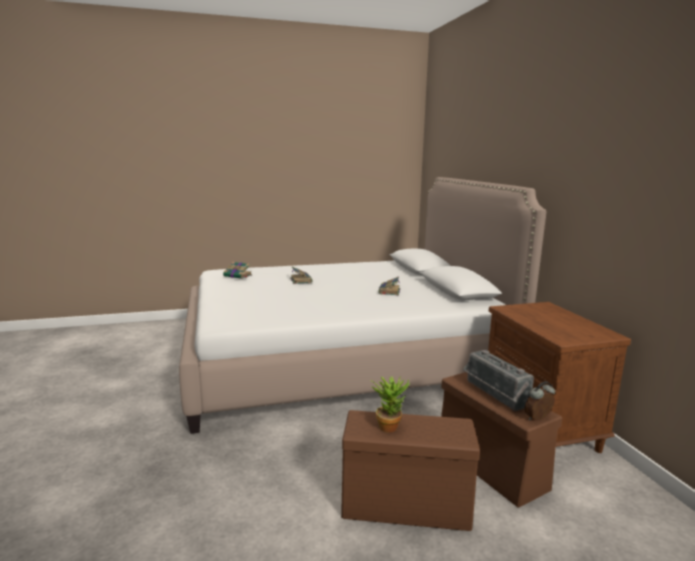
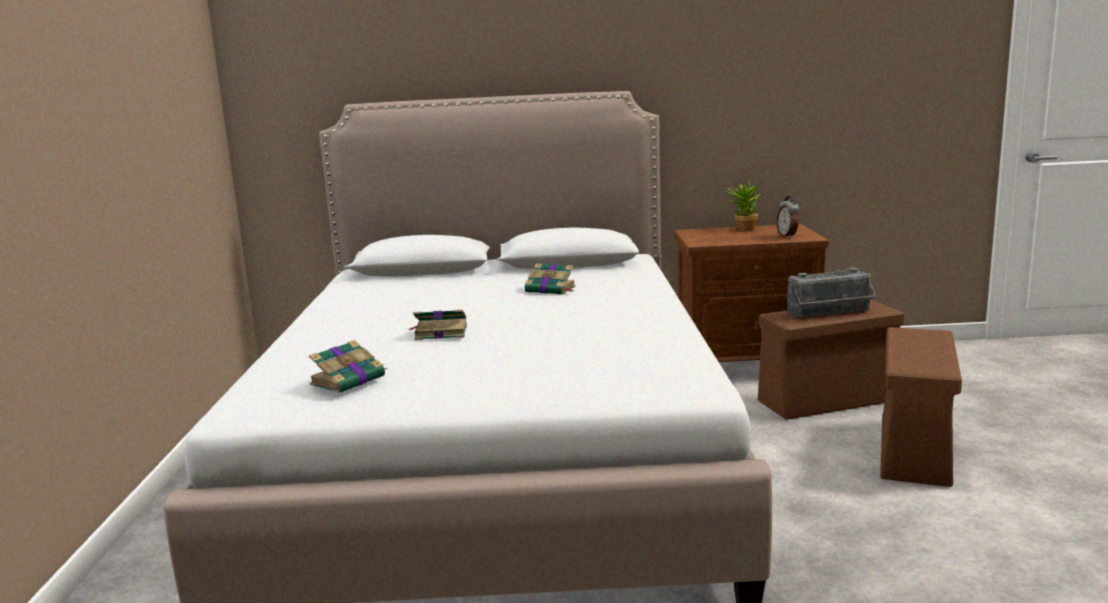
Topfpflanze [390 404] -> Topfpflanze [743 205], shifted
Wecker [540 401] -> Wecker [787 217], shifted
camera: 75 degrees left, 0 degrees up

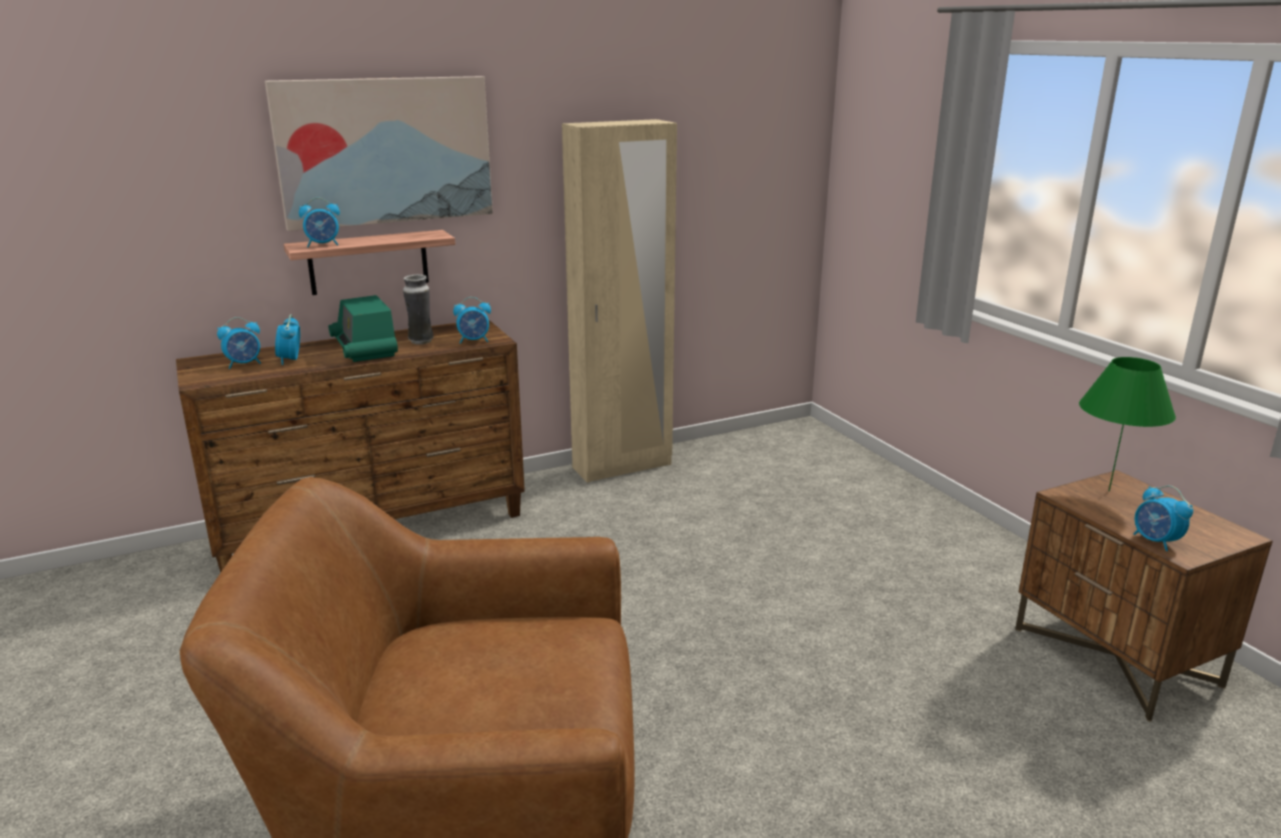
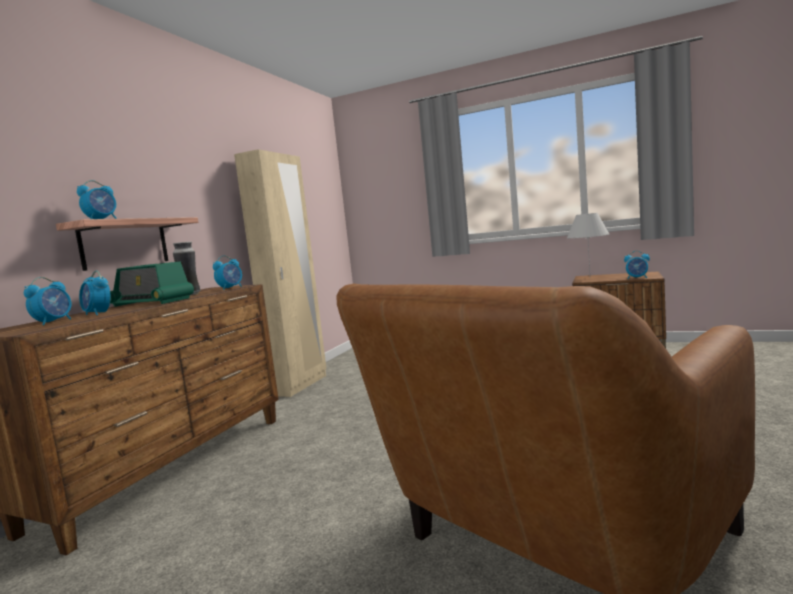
Bild [379 153] -> none
Tischlampe (grün) [1127 424] -> Tischlampe (weiß) [588 242]
camera: 40 degrees left, 15 degrees down

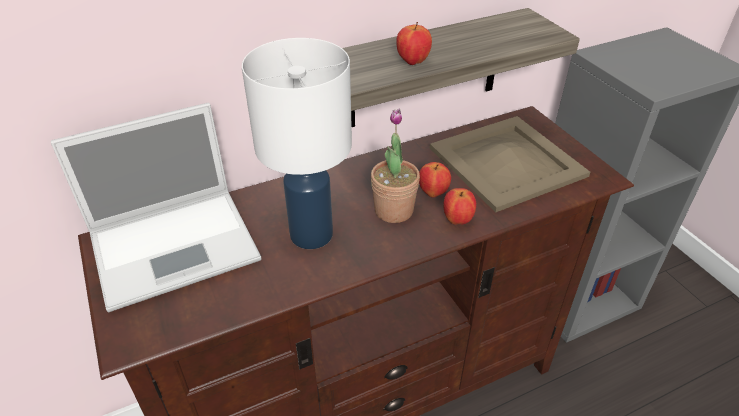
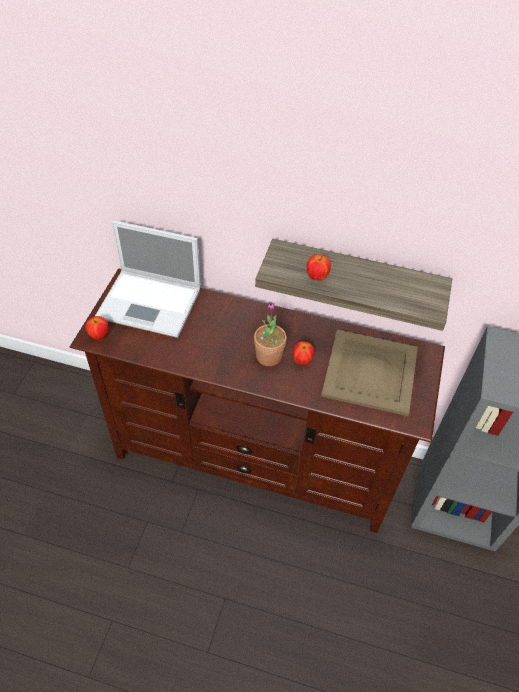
Tischlampe (weiß) [297 143] -> none
Apfel [459 206] -> Apfel [97 328], shifted
camera: 40 degrees right, 10 degrees up

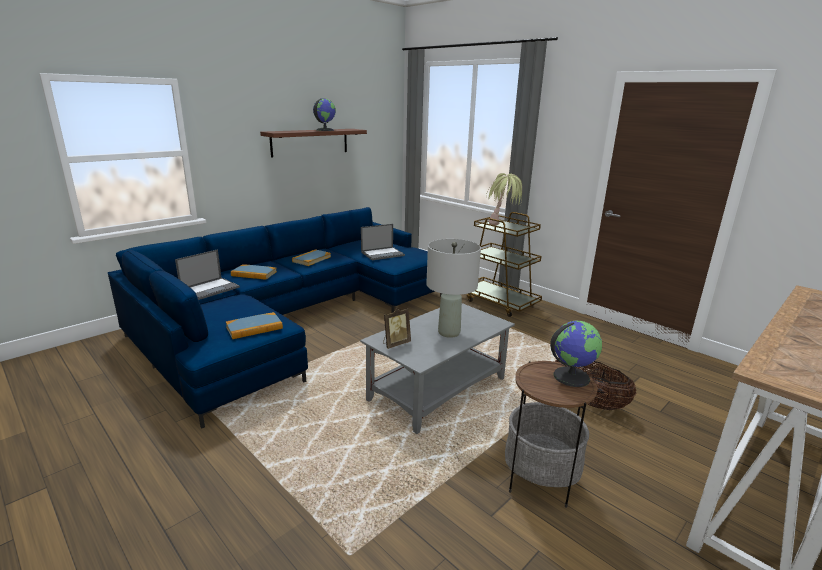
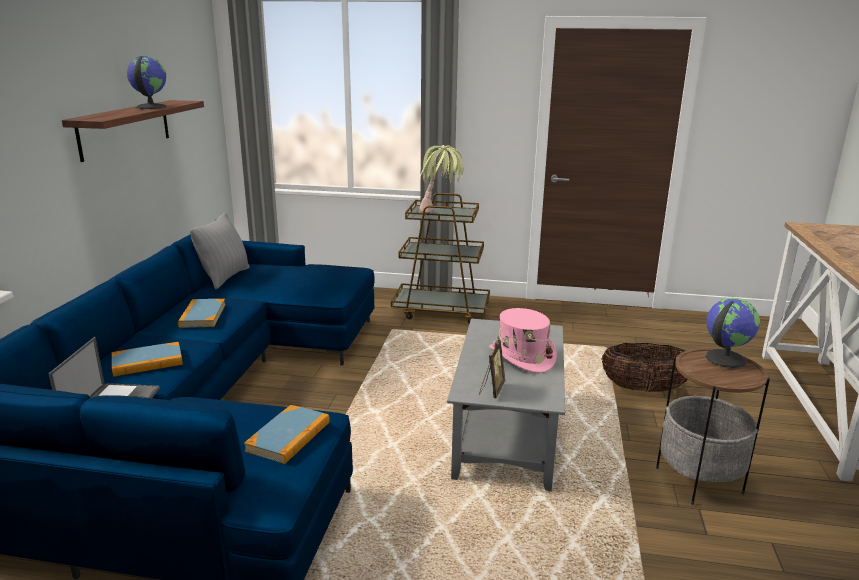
Laptop [383 242] -> none
Tischlampe (grau) [453 288] -> Hut (rosa) [523 340]
none -> Kissen (grau) [220 251]
camera: 35 degrees left, 0 degrees up

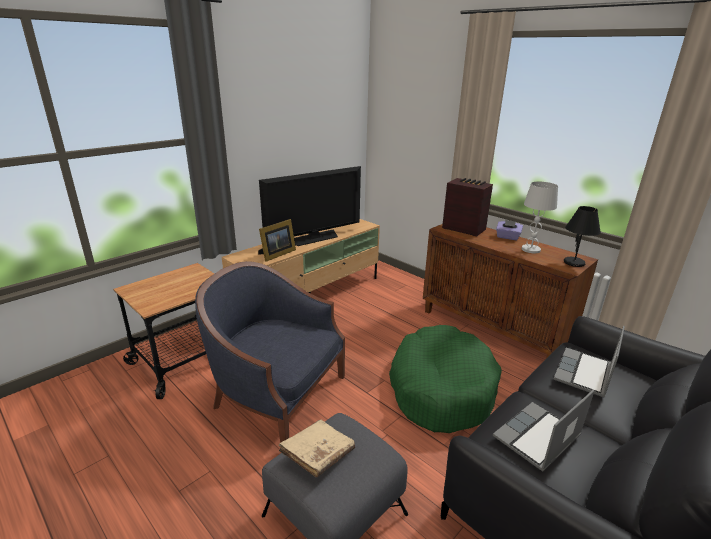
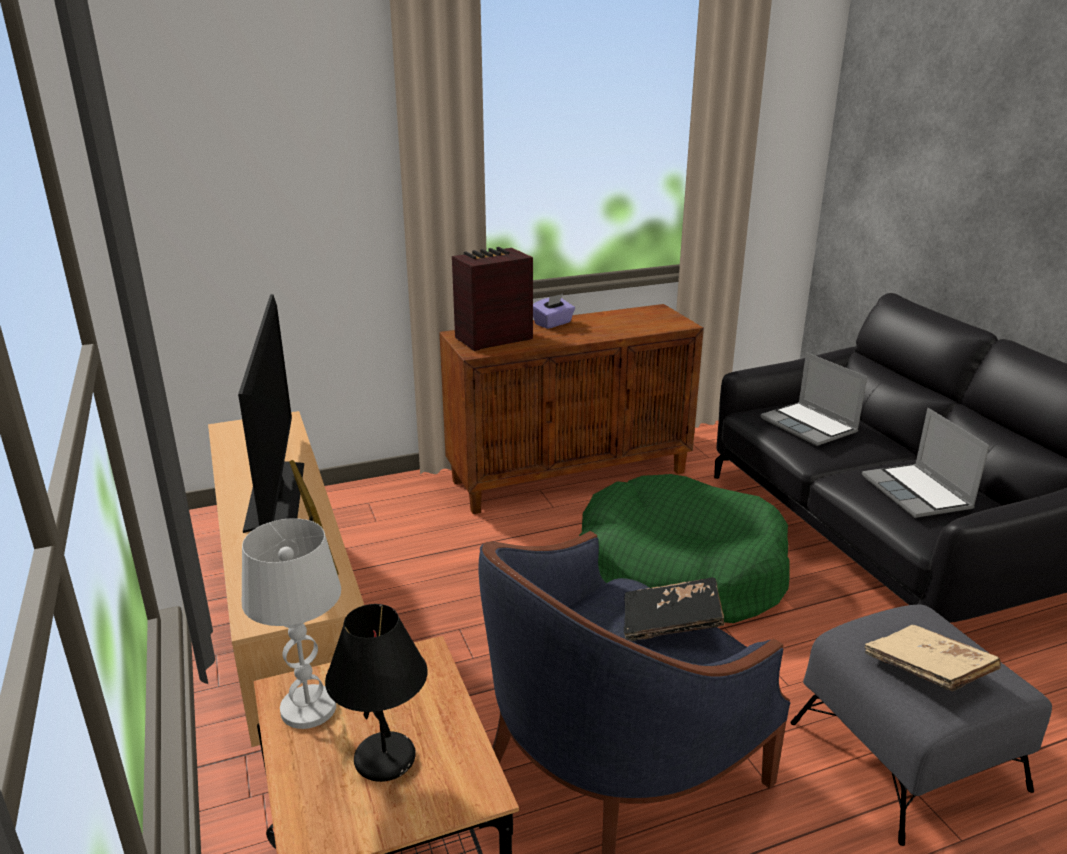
Tischlampe (weiß) [540 217] -> Tischlampe (weiß) [291 623], shifted
Tischlampe (schwarz) [582 236] -> Tischlampe (schwarz) [376 693], shifted
none -> Buch (schwarz) [674 609]
camera: 65 degrees left, 0 degrees up

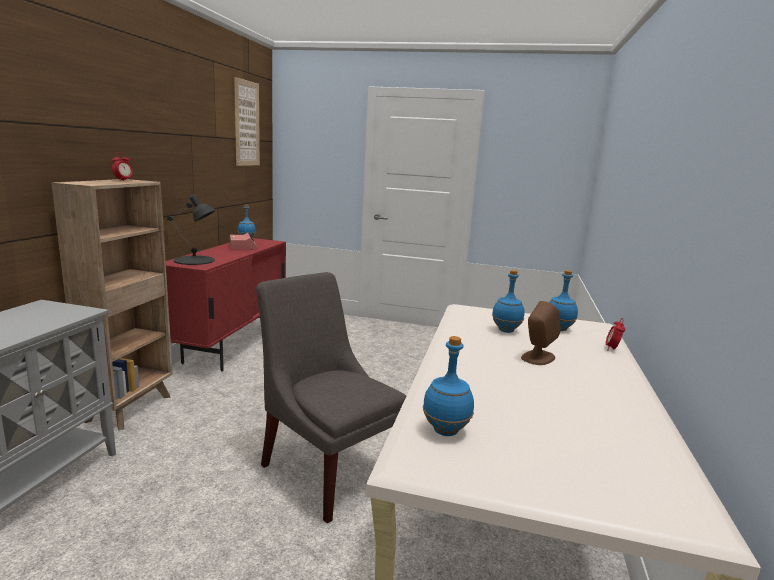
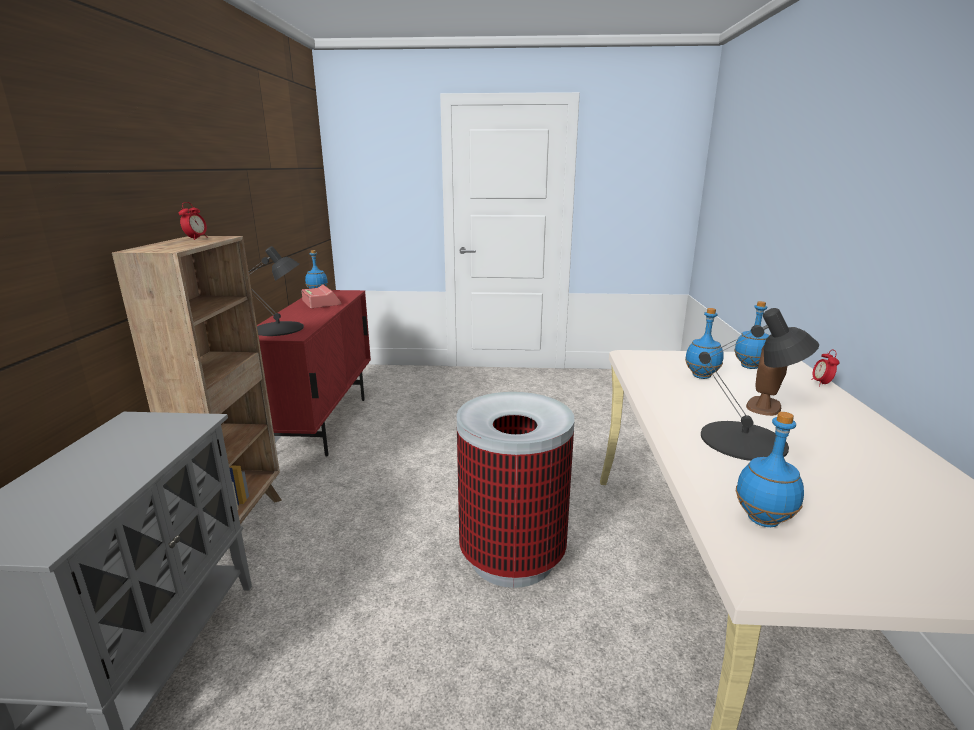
Bild [247 121] -> none
Stuhl (grau) [331 397] -> Mülleimer [516 490]
none -> Tischlampe (schwarz) [759 384]
camera: 10 degrees left, 5 degrees up

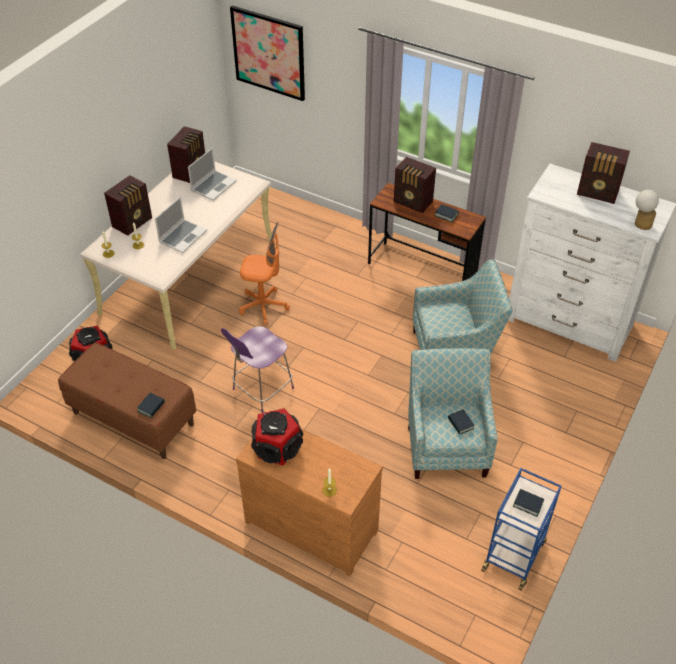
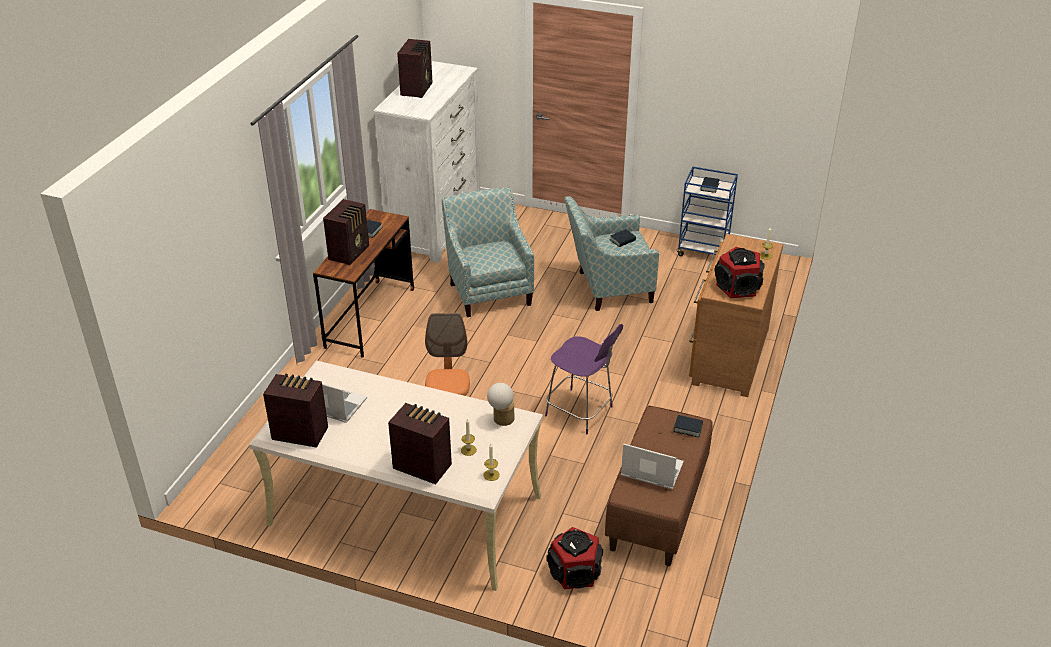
Bild [267 53] -> none
Tischlampe [647 210] -> Tischlampe [500 404], shifted
Laptop [181 225] -> Laptop [652 466], shifted
camera: 100 degrees left, 10 degrees down

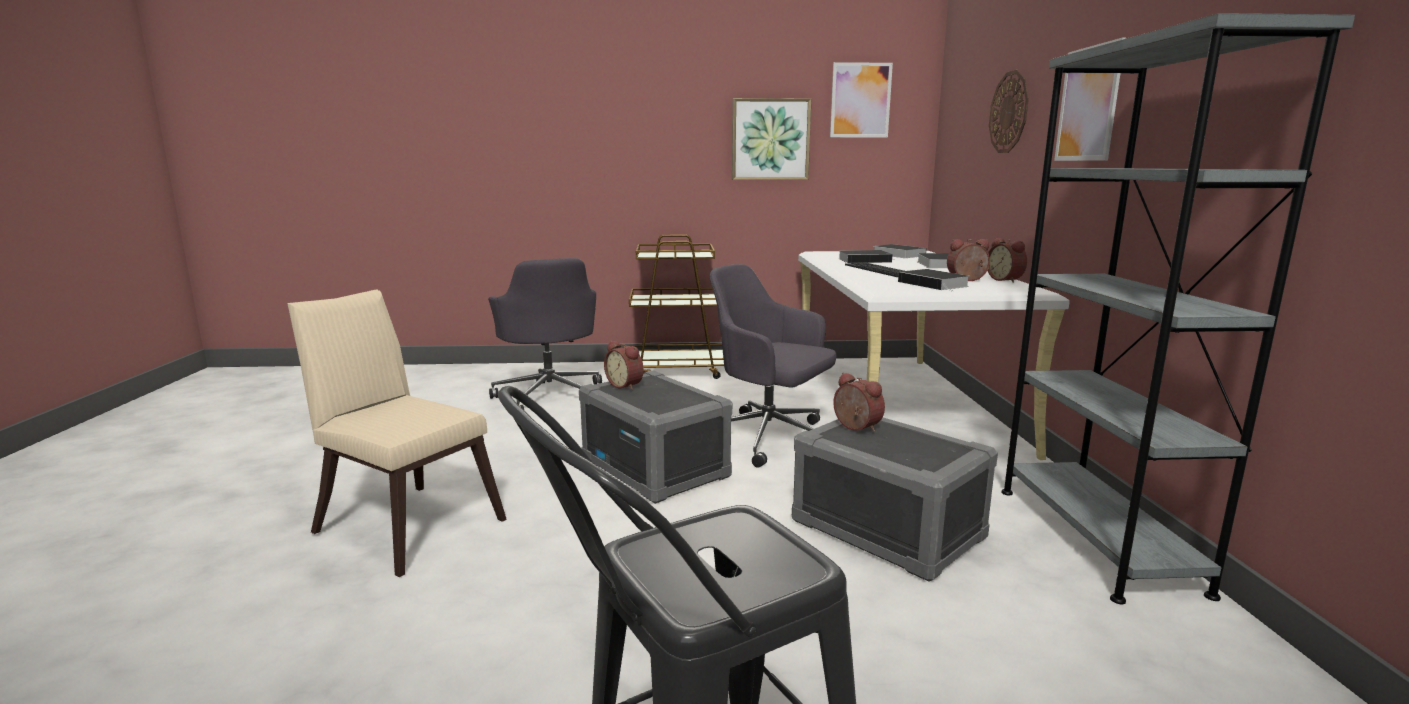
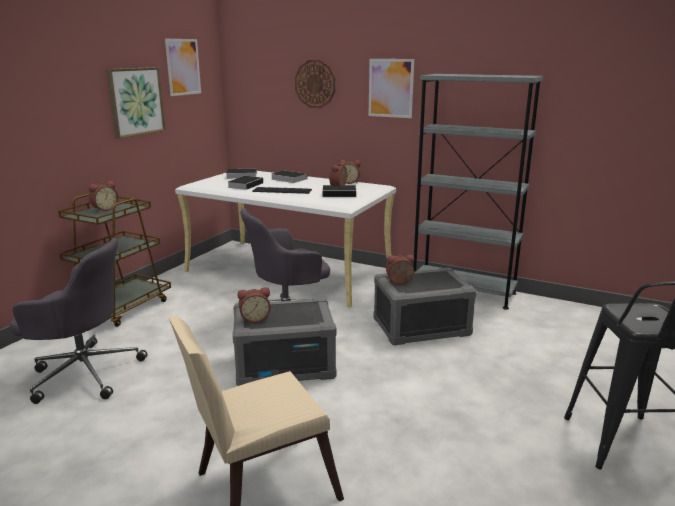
none -> Wecker [103 196]
camera: 60 degrees left, 5 degrees up

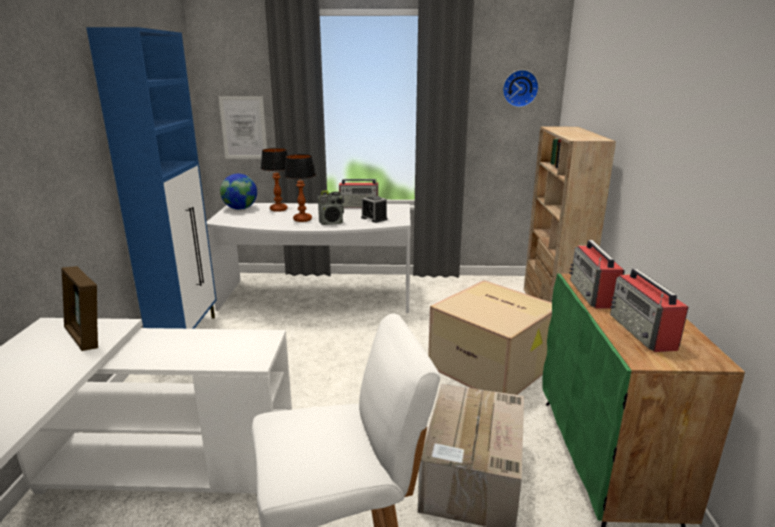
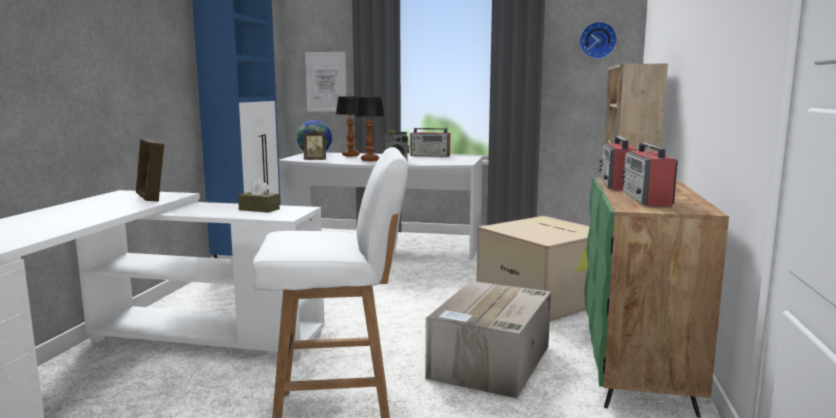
Wecker [374 209] -> none
none -> Bilderrahmen [314 144]
none -> Taschentuchbox (braun) [259 196]
camera: 10 degrees right, 10 degrees down

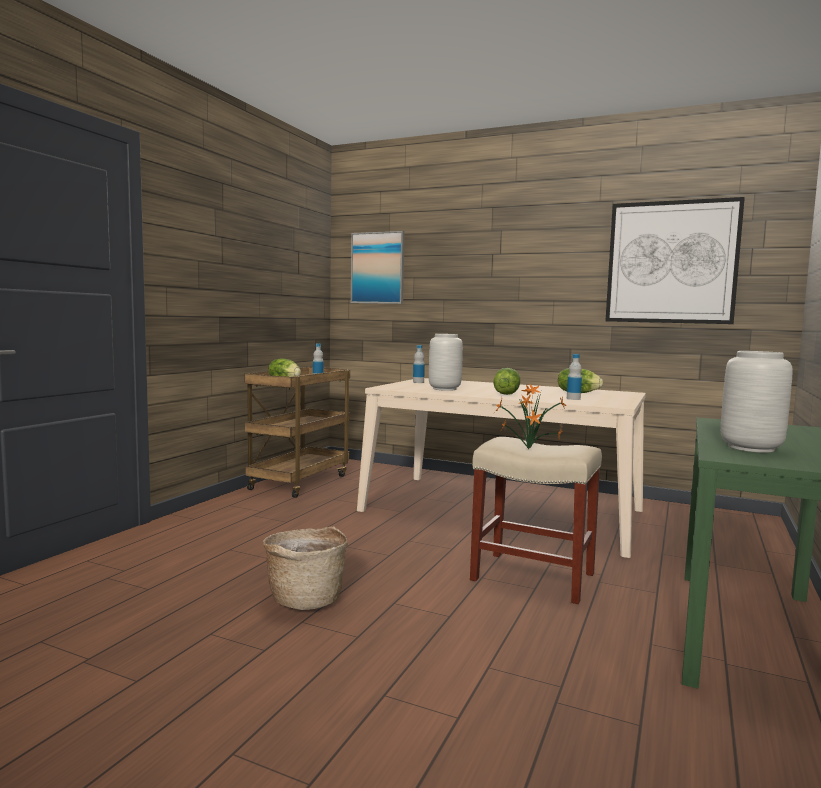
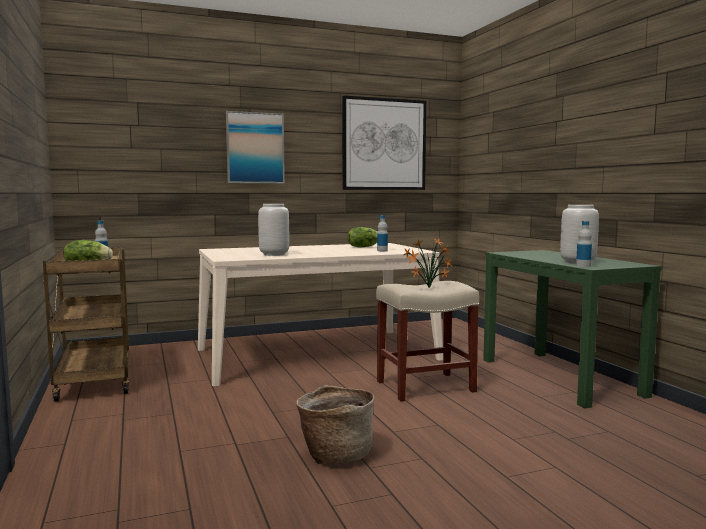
Bild [378 267] -> Bild [255 147], shifted
Flasche [419 364] -> Flasche [584 244], shifted
Salatkopf [506 381] -> none
camera: 45 degrees left, 0 degrees up

